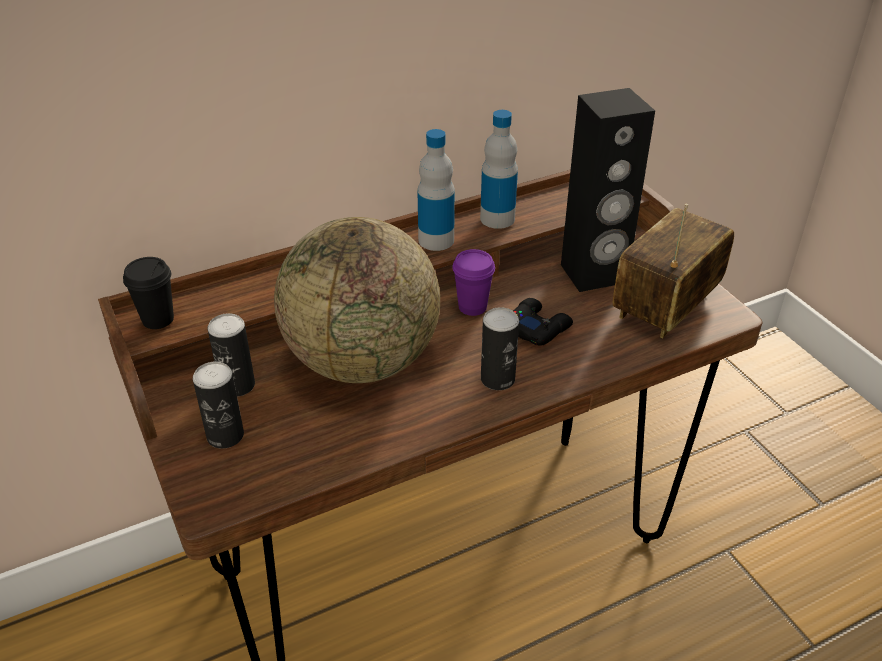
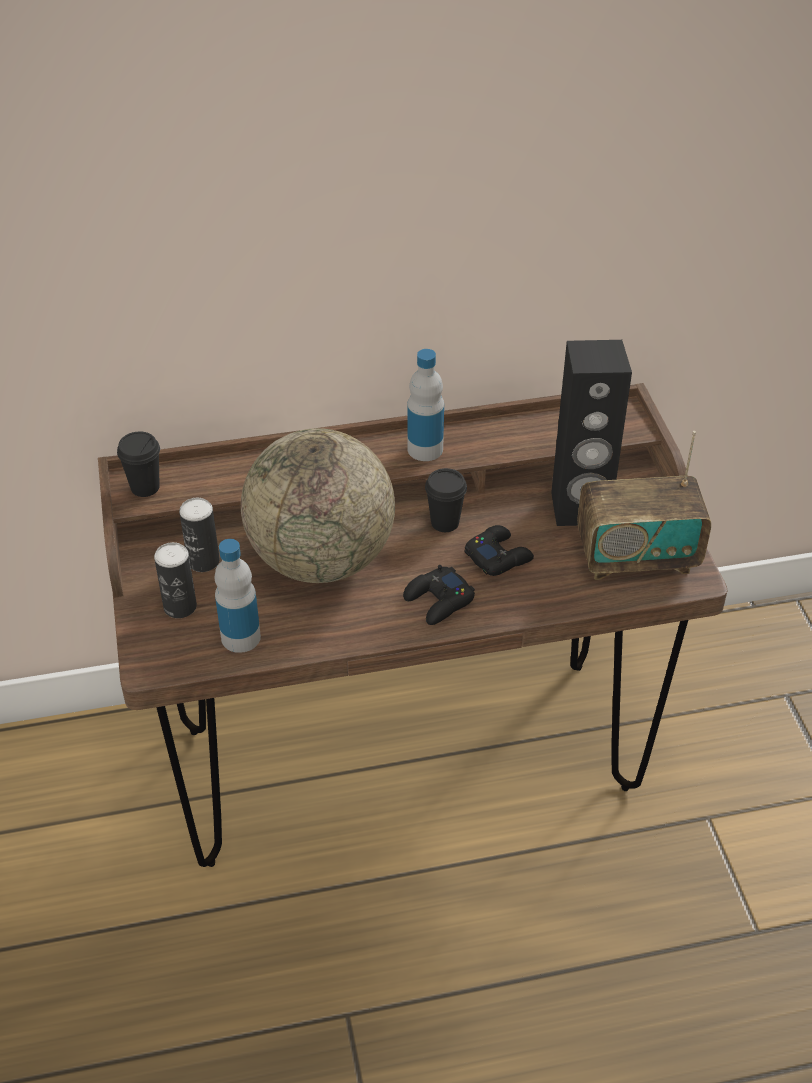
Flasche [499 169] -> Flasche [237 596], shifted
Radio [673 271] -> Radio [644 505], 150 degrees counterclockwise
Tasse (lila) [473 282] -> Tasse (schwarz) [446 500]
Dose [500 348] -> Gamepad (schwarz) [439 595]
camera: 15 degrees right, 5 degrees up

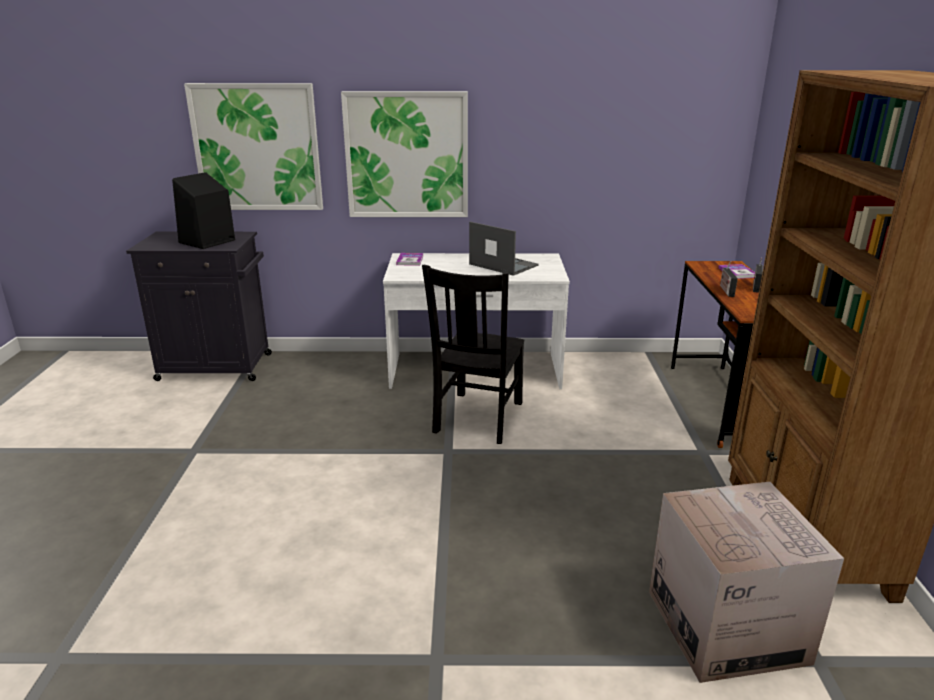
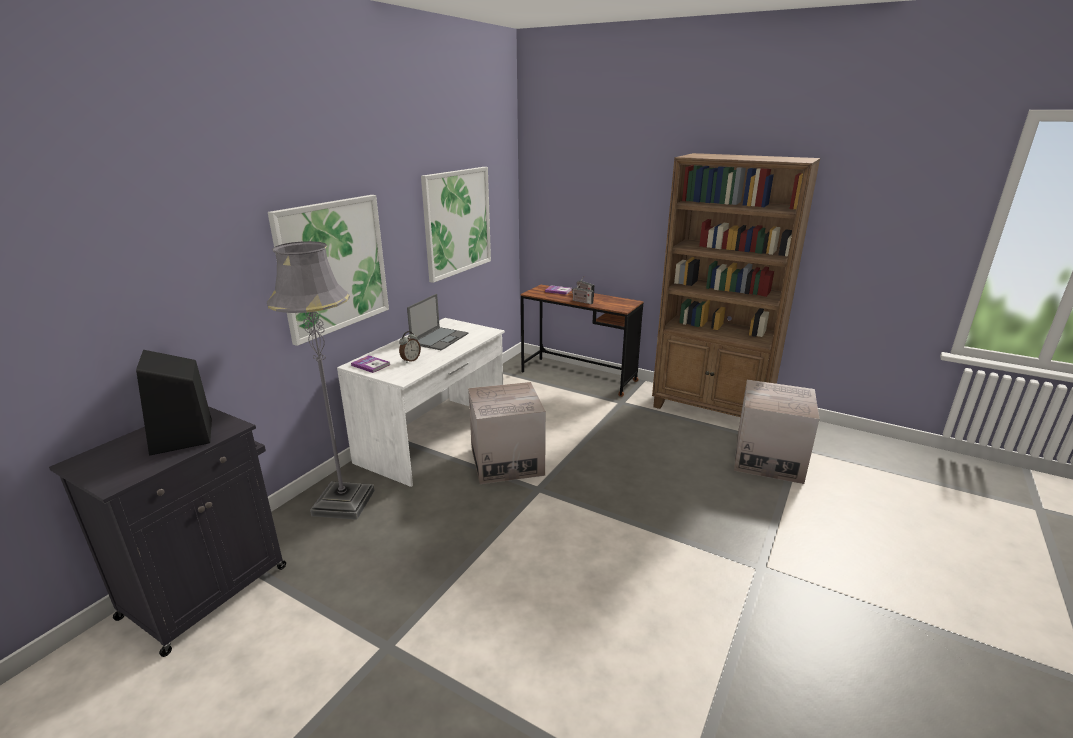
Bild [253 146] -> Bild [456 225], shifted
Laptop [504 249] -> Laptop [437 322], 135 degrees clockwise
Stuhl (schwarz) [473 354] -> Karton [507 433]
none -> Stehlampe (grau) [321 380]
none -> Wecker [410 347]
camera: 60 degrees left, 0 degrees up

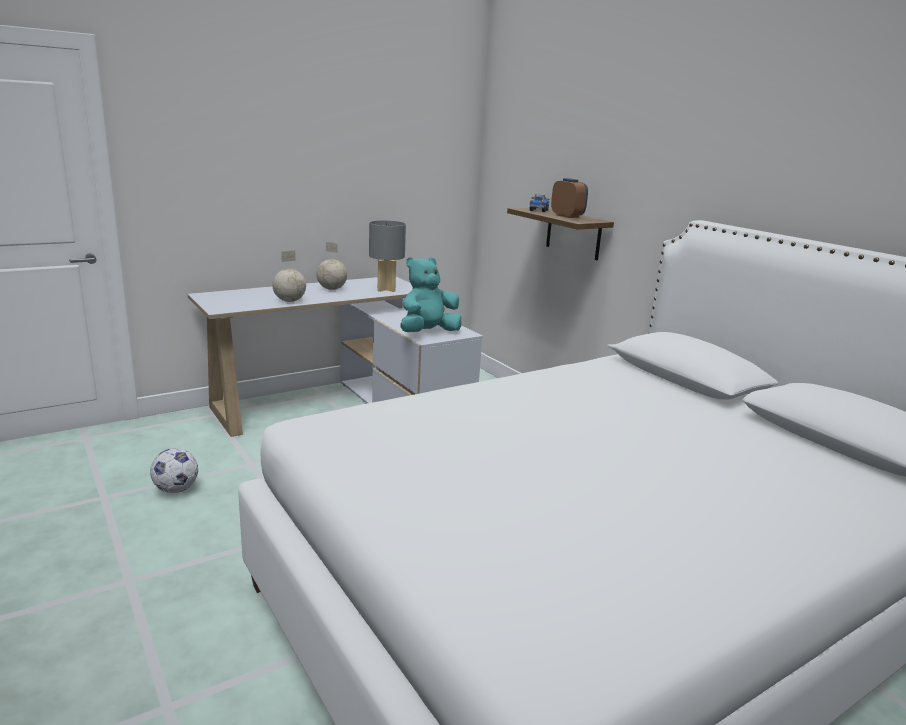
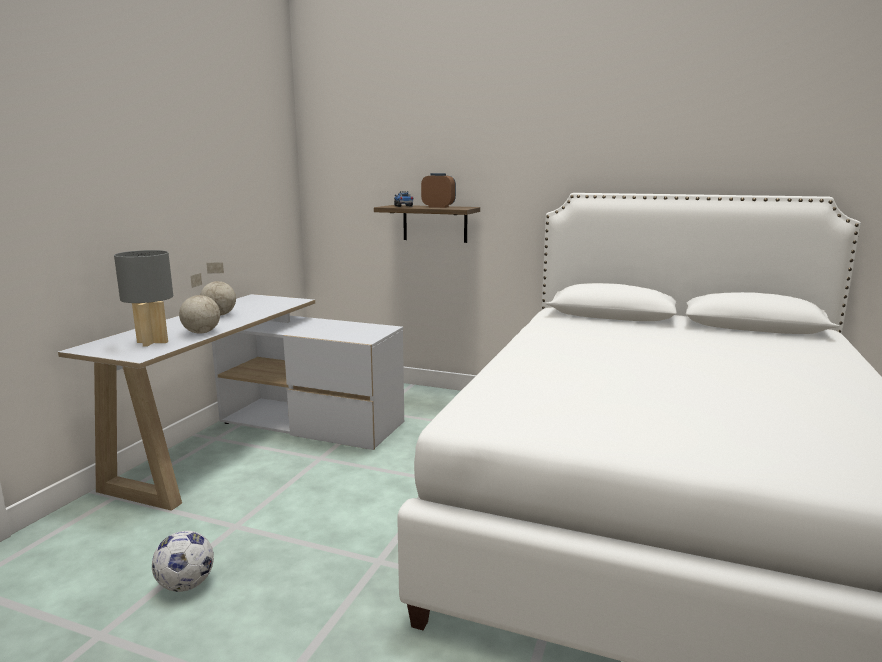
Tischlampe (grau) [387 256] -> Tischlampe (grau) [143 298], shifted
Plüschtier (türkis) [430 294] -> none
camera: 35 degrees left, 5 degrees down

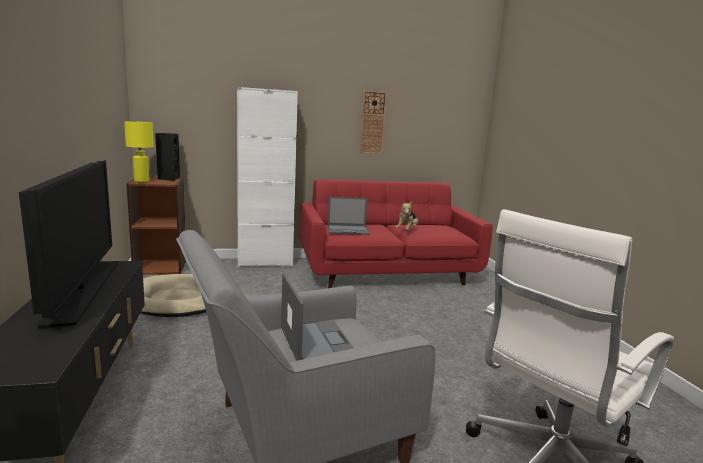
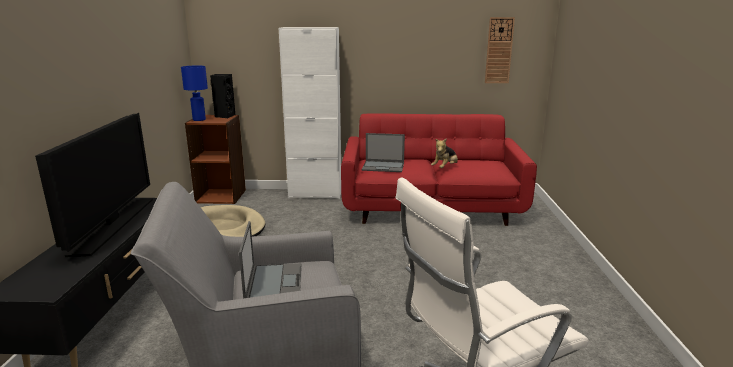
Wanduhr [373 122] -> Wanduhr [500 50], shifted
Tischlampe (gelb) [139 151] -> Tischlampe (blau) [194 93]
camera: 15 degrees right, 5 degrees up

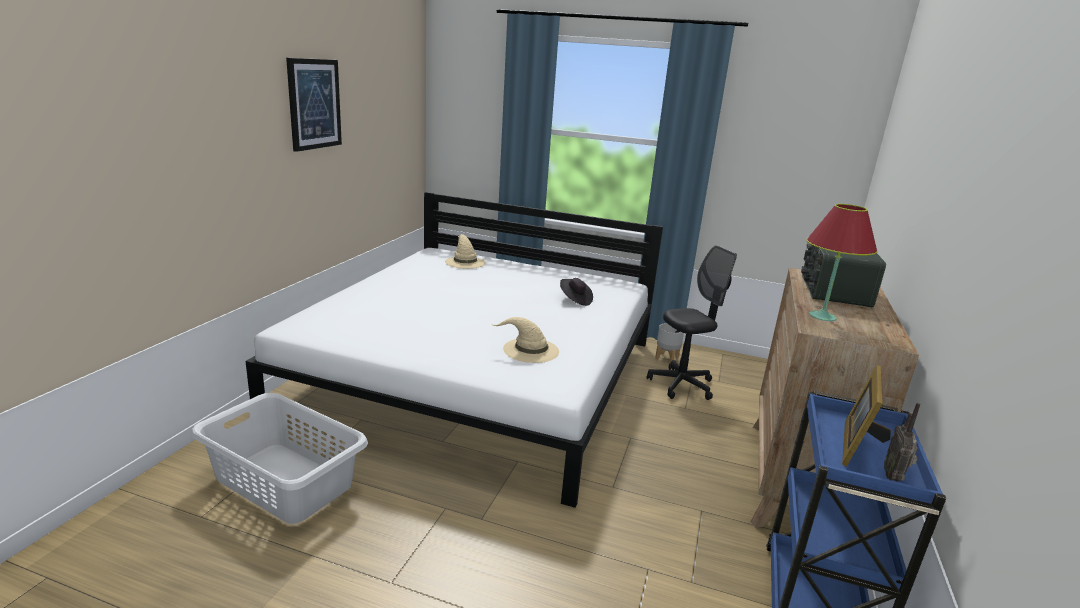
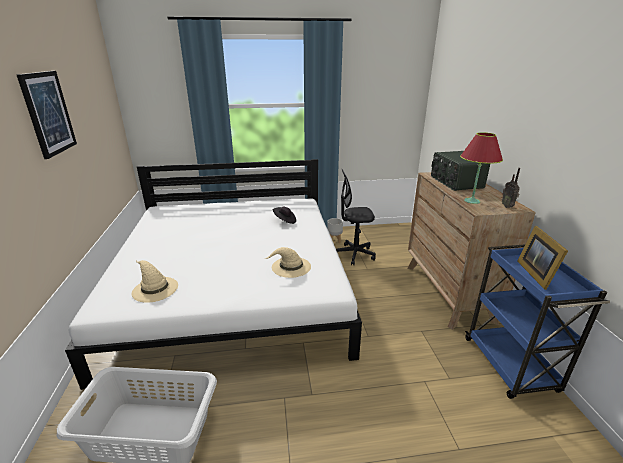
Hut (beige) [465 251] -> Hut (beige) [155 281], shifted
Bürostuhl (schwarz) [692 322] -> Bürostuhl (schwarz) [356 217], 135 degrees counterclockwise
Radio [902 441] -> Radio [511 188], shifted
camera: 25 degrees left, 5 degrees up

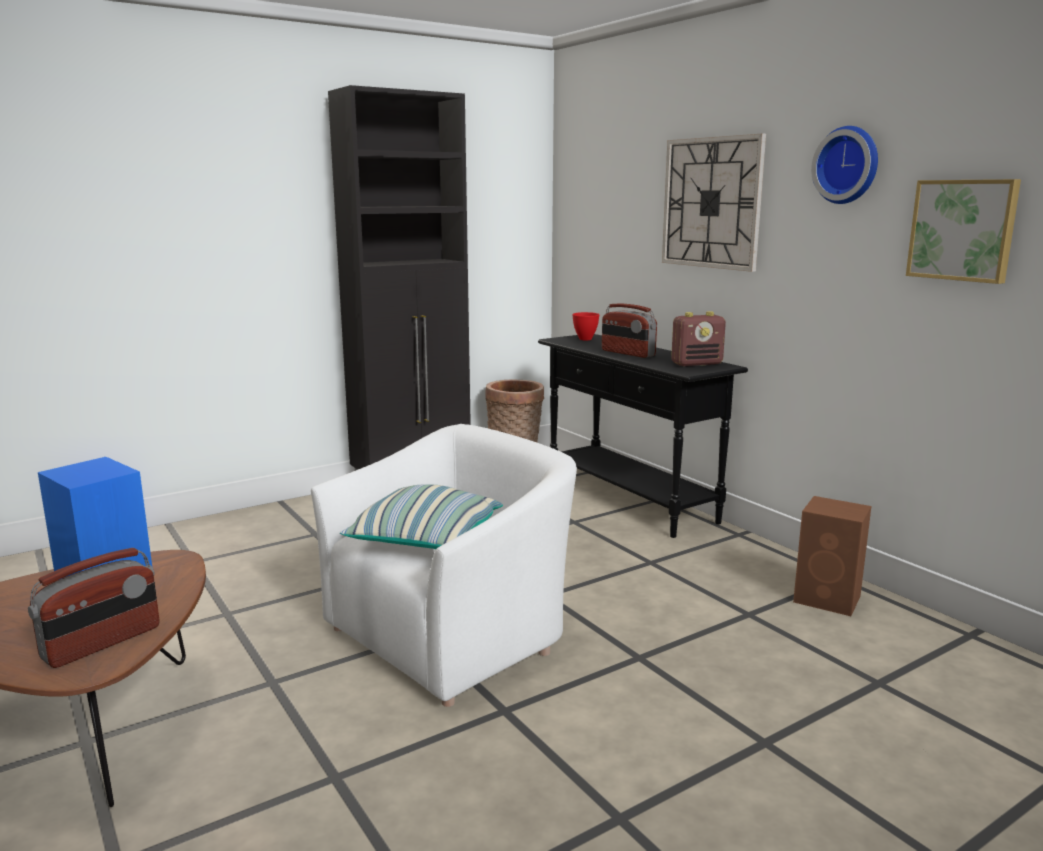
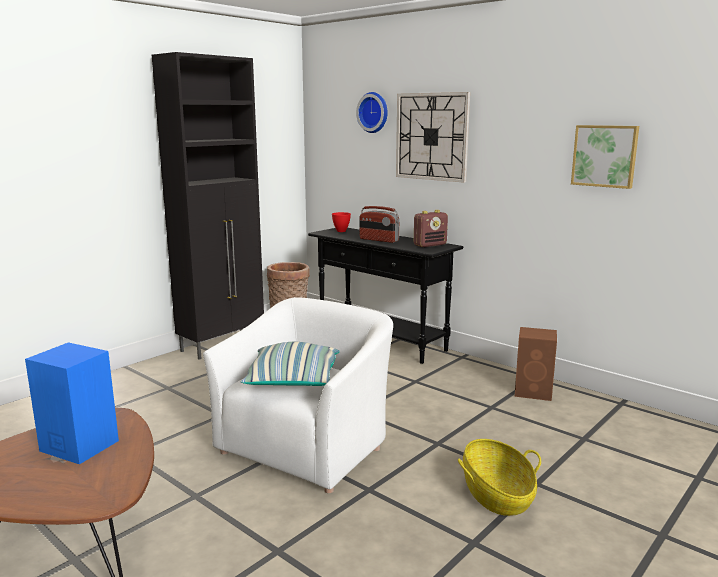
Wanduhr [844 165] -> Wanduhr [372 112], shifted
Radio [93 608] -> none
none -> Korb [499 477]
camera: 15 degrees left, 0 degrees up

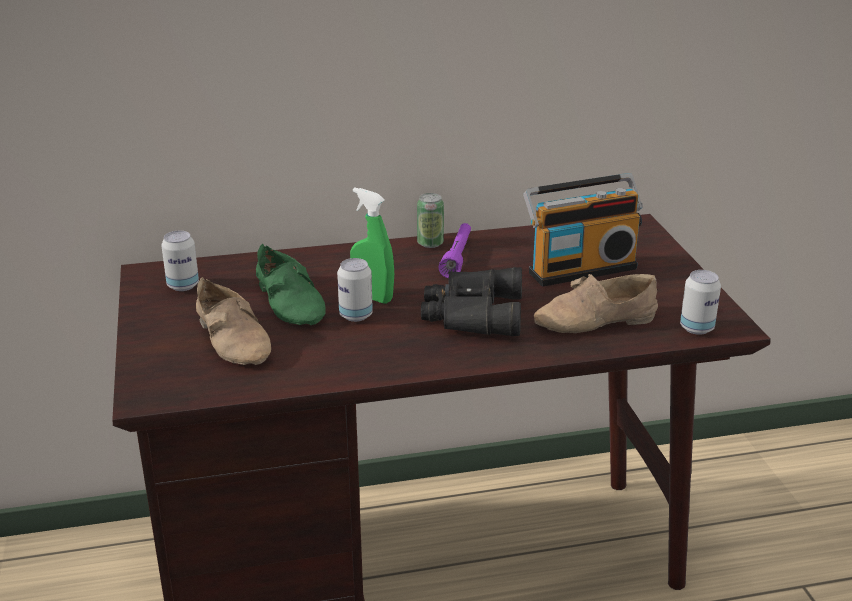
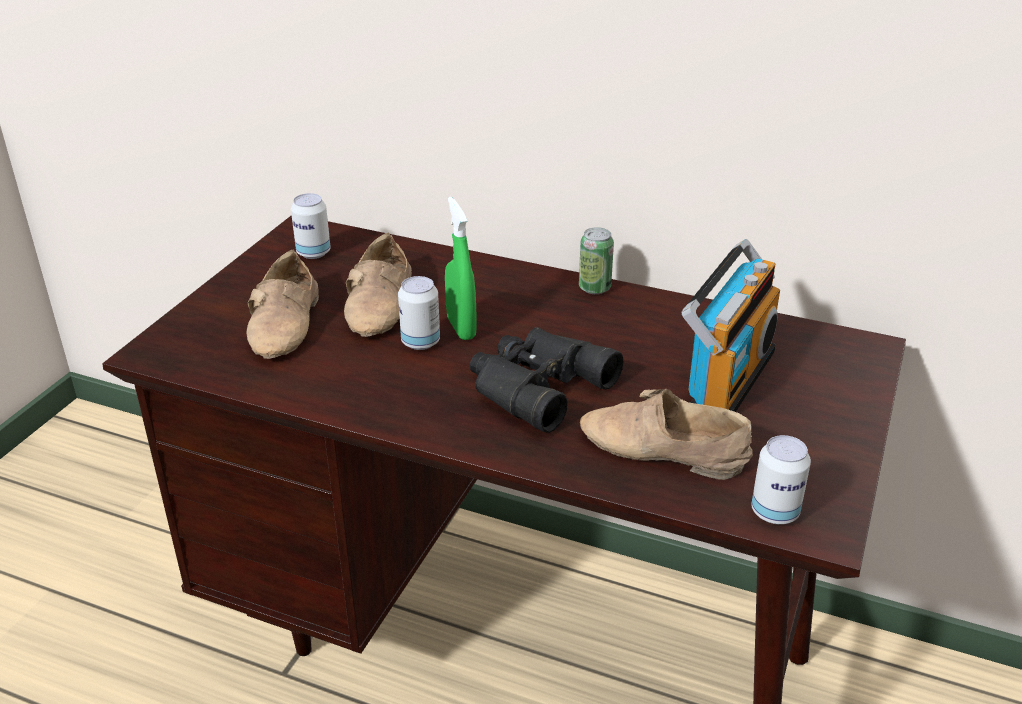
Radio [583 230] -> Radio [731 325], 75 degrees counterclockwise
Taschenlampe (lila) [454 250] -> none
Schuh (grün) [291 284] -> Schuh (beige) [378 284]
camera: 35 degrees right, 5 degrees up

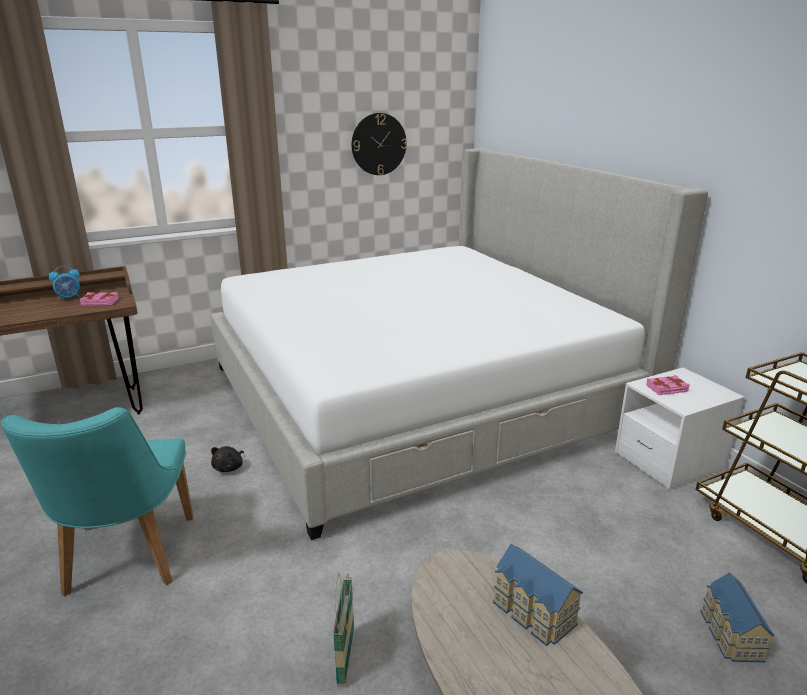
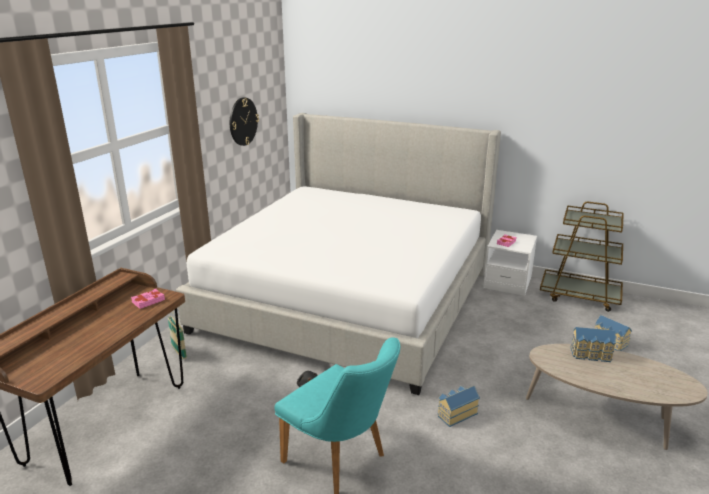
Wecker [65 283] -> none
Korb [343 629] -> Korb [177 334], shifted
none -> Spielzeughaus [459 406]
camera: 40 degrees left, 0 degrees up

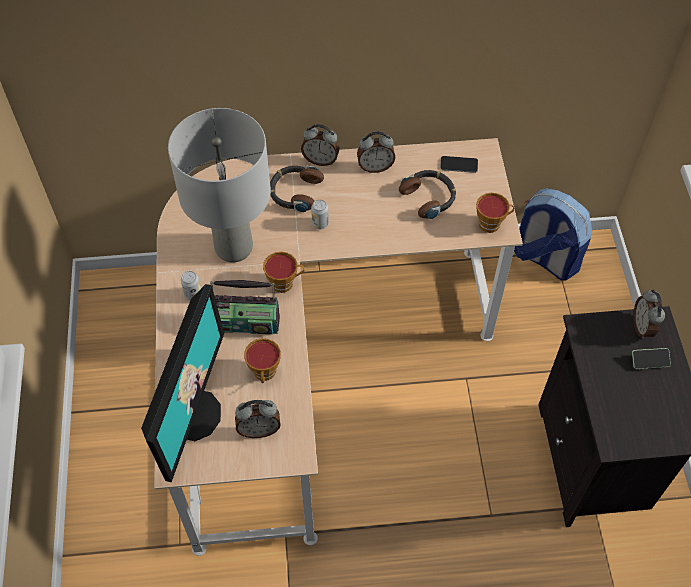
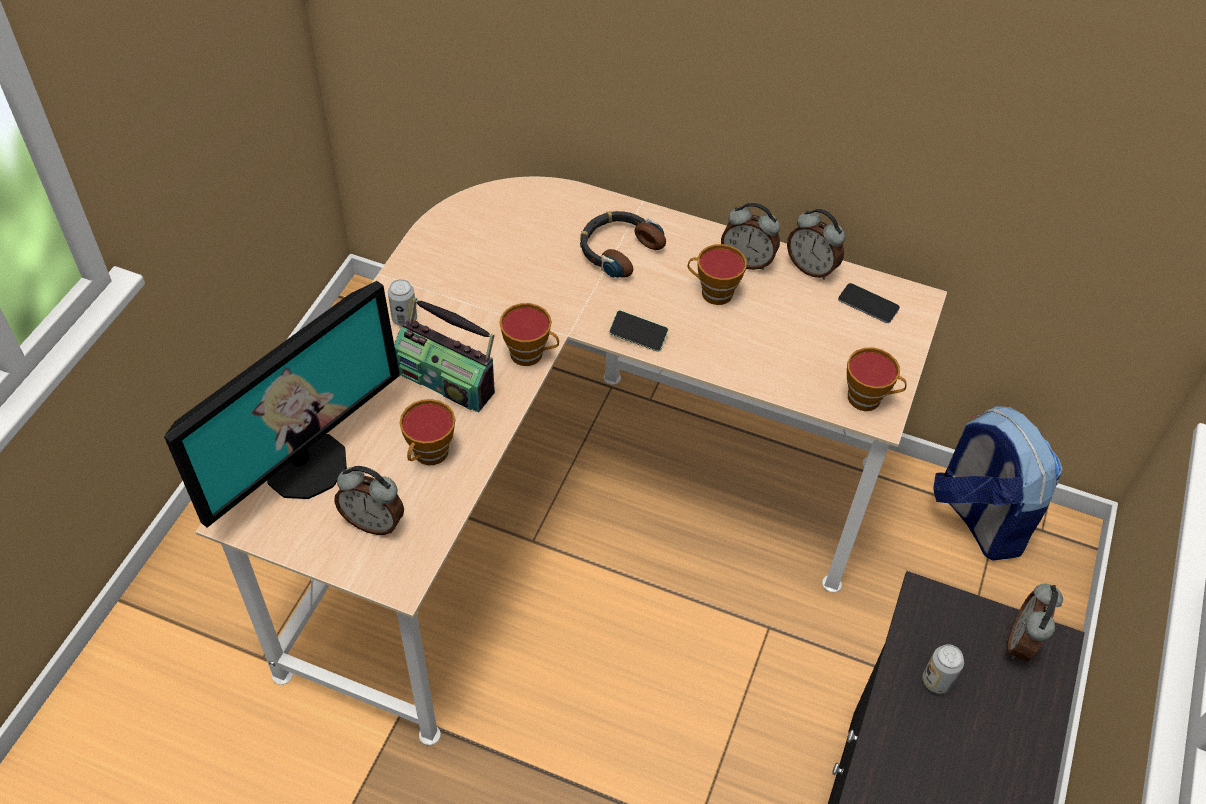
Tischlampe (grau) [219 185] -> none
Wecker [320 145] -> Wecker [816 244], shifted
Kopfhörer [427 194] -> none
Dose [320 214] -> Dose [943 669], shifted
Handy [651 358] -> Handy [639 331], shifted
none -> Tasse [717 274]
camera: 25 degrees right, 5 degrees down

